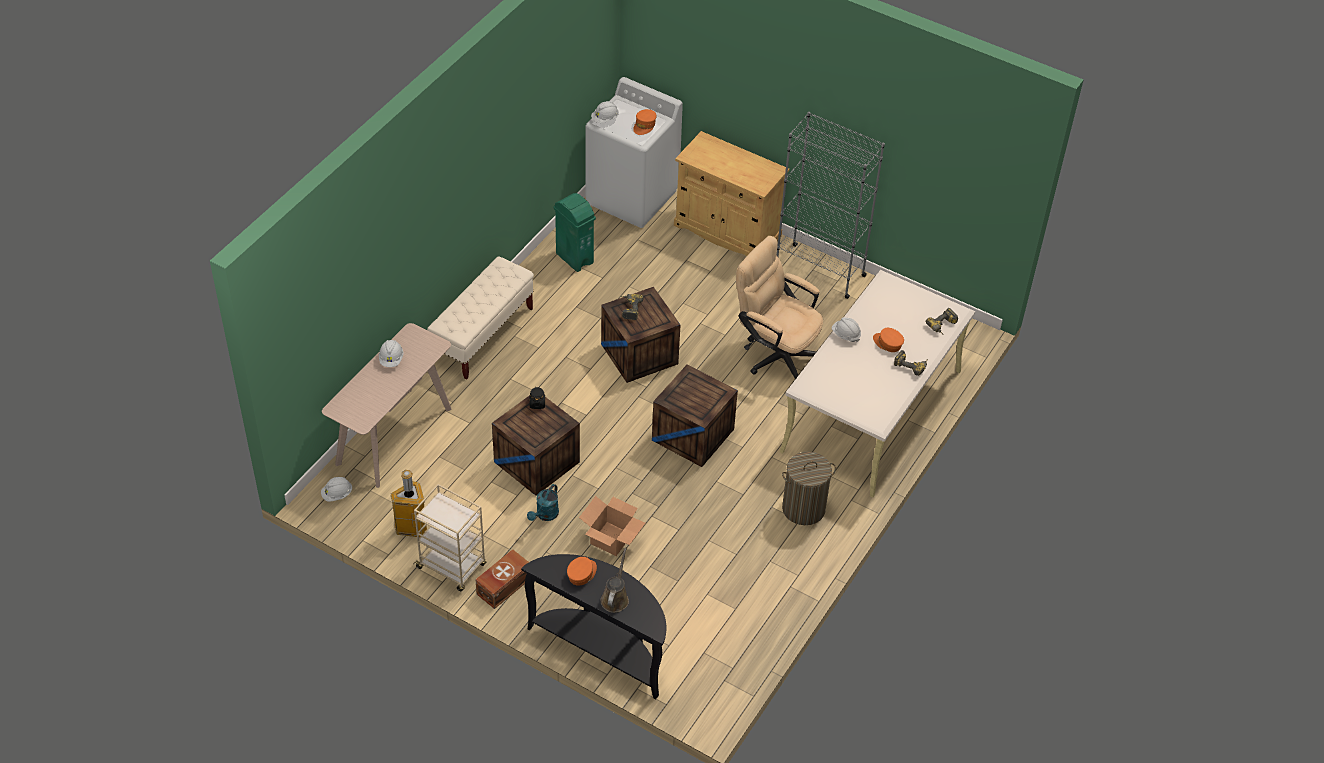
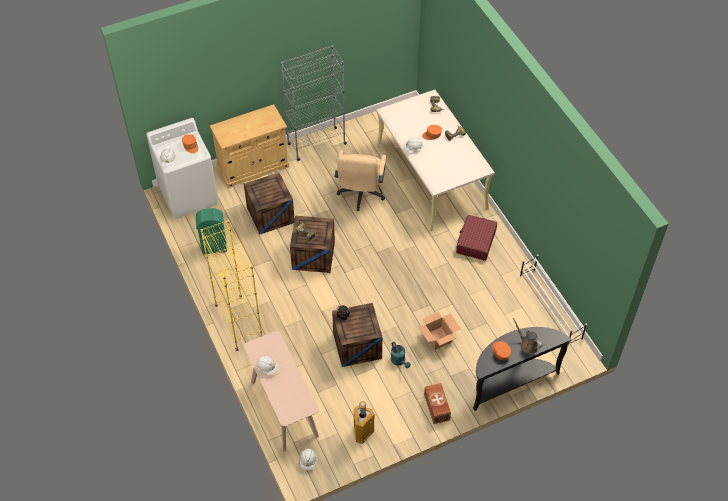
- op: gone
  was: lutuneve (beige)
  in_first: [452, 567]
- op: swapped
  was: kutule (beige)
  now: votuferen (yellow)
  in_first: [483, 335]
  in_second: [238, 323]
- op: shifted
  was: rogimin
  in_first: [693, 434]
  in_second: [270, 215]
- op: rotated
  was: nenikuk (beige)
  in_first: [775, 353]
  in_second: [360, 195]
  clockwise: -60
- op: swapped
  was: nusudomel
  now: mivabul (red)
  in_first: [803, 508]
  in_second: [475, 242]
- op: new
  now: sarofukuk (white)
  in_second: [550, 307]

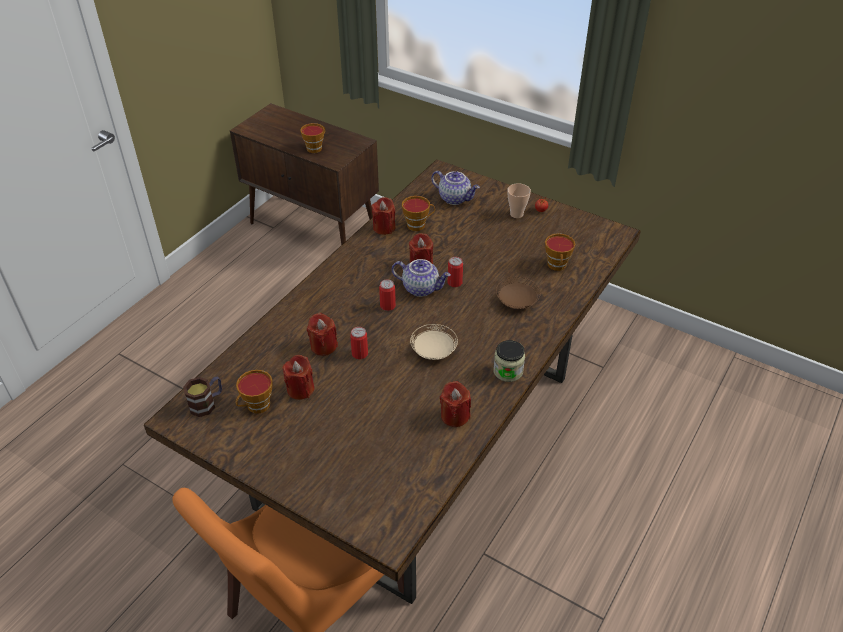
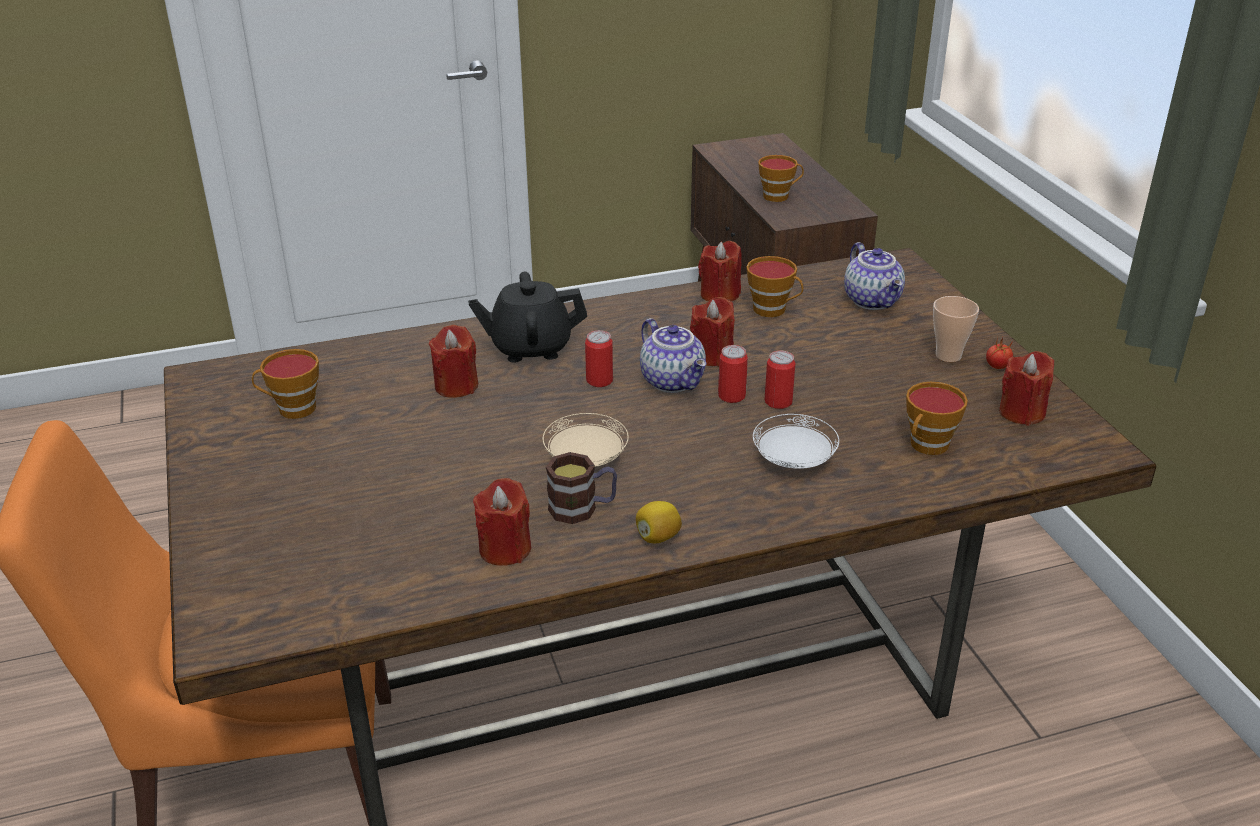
- op: shifted
  was: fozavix
  in_first: [207, 403]
  in_second: [582, 508]
- op: shifted
  was: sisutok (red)
  in_first: [300, 389]
  in_second: [1022, 412]
- op: shifted
  was: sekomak
  in_first: [360, 353]
  in_second: [778, 402]
- op: swapped
  was: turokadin
  now: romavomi
  in_first: [508, 371]
  in_second: [658, 537]
- op: repainted
  was: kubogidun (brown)
  now: kubogidun (white)
  in_first: [516, 302]
  in_second: [793, 461]
- op: new
  now: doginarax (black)
  in_second: [530, 347]

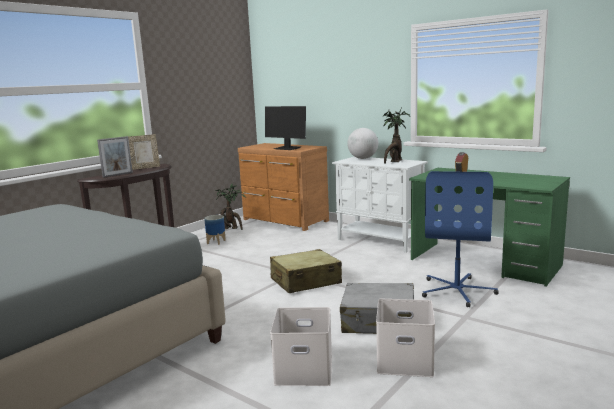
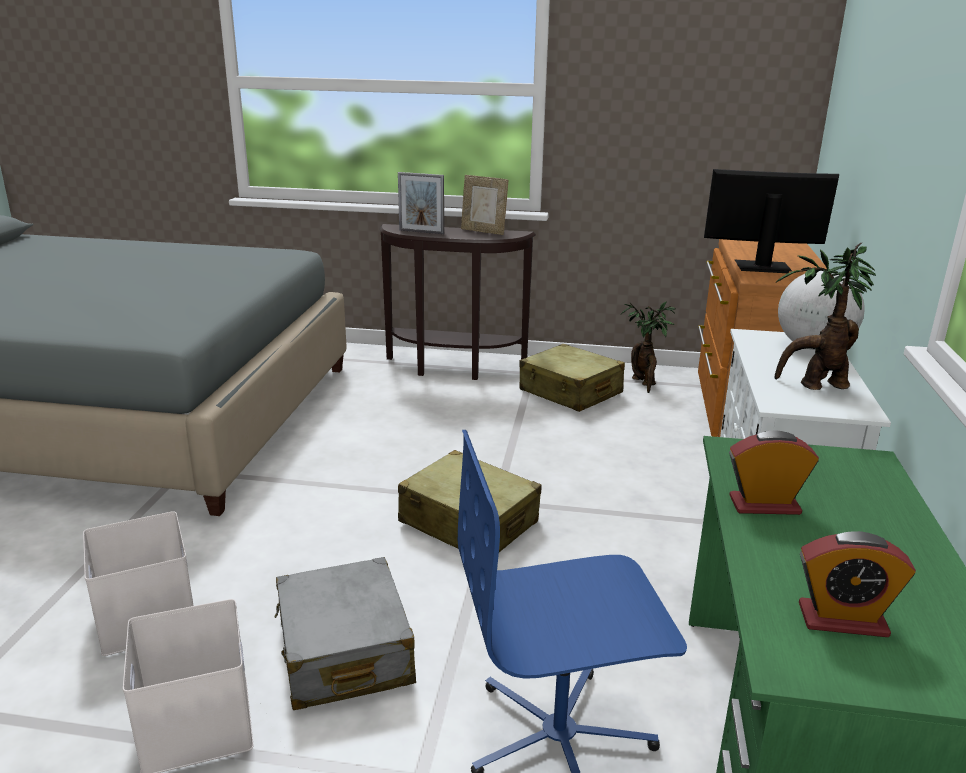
- op: swapped
  was: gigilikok
  now: mivabul (beige)
  in_first: [216, 242]
  in_second: [570, 392]
- op: rotated
  was: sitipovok
  in_first: [287, 148]
  in_second: [761, 267]
  clockwise: 90
- op: new
  now: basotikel
  in_second: [842, 620]

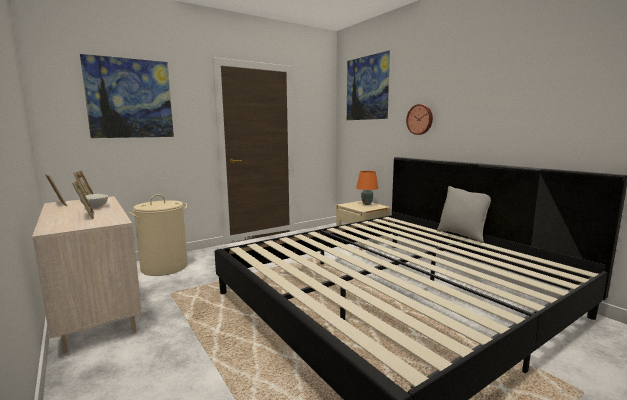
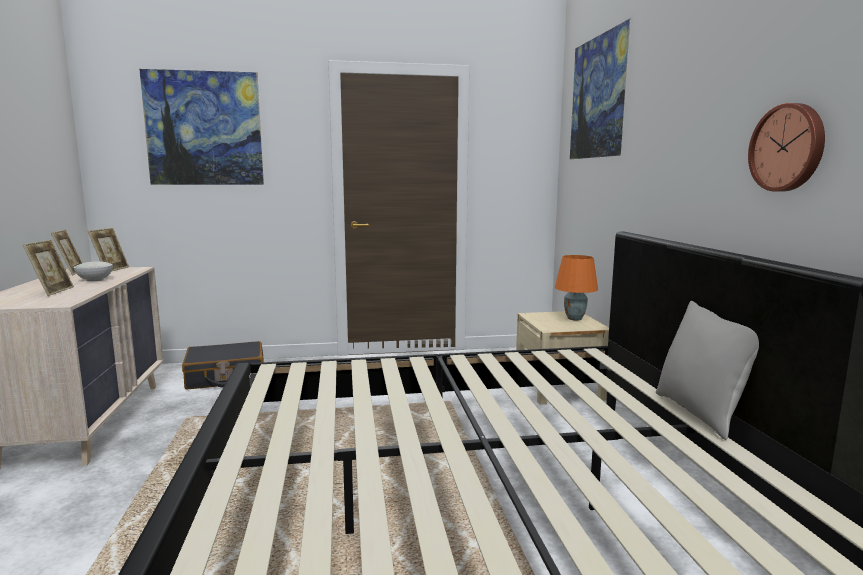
- op: swapped
  was: nusudomel (beige)
  now: mivabul (black)
  in_first: [164, 267]
  in_second: [226, 377]
- op: shifted
  was: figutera
  in_first: [420, 119]
  in_second: [788, 148]

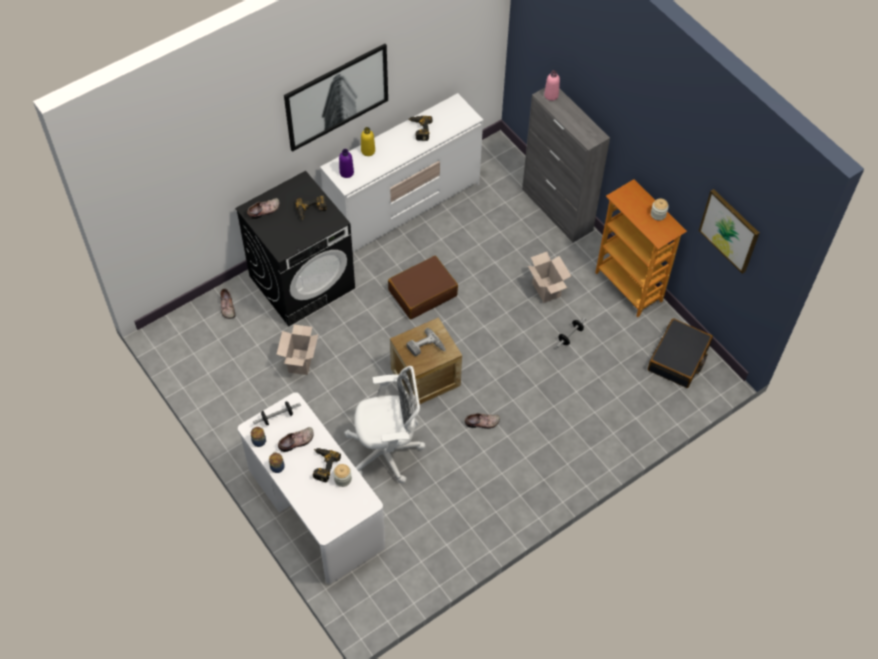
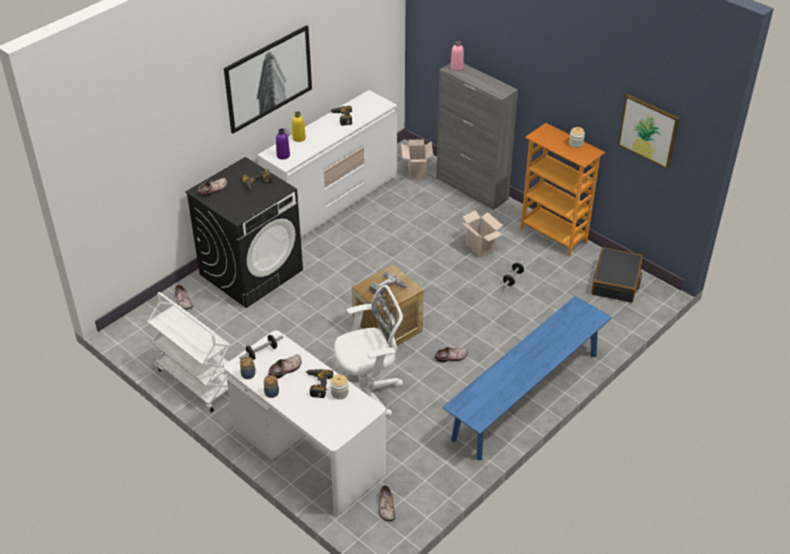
- op: shifted
  was: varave
  in_first: [300, 361]
  in_second: [416, 172]
- op: gone
  was: mivabul (brown)
  in_first: [422, 292]
- op: new
  now: lutuneve (white)
  in_second: [196, 381]
- op: new
  now: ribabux
  in_second: [385, 507]
- op: new
  now: kutule (blue)
  in_second: [526, 396]

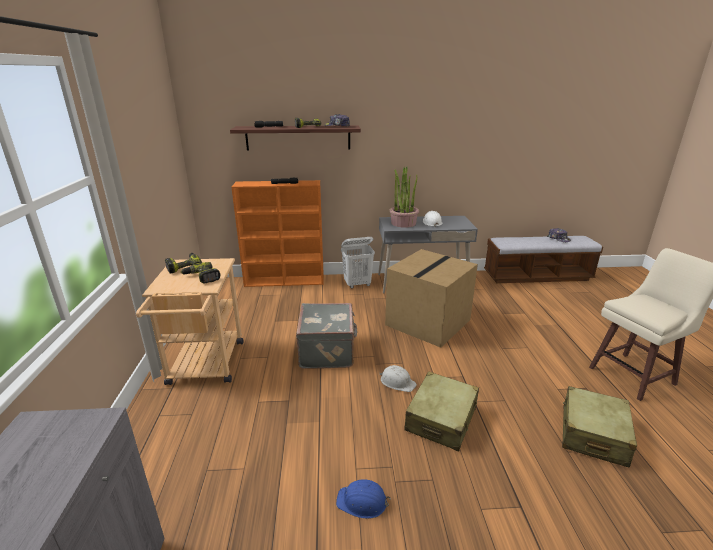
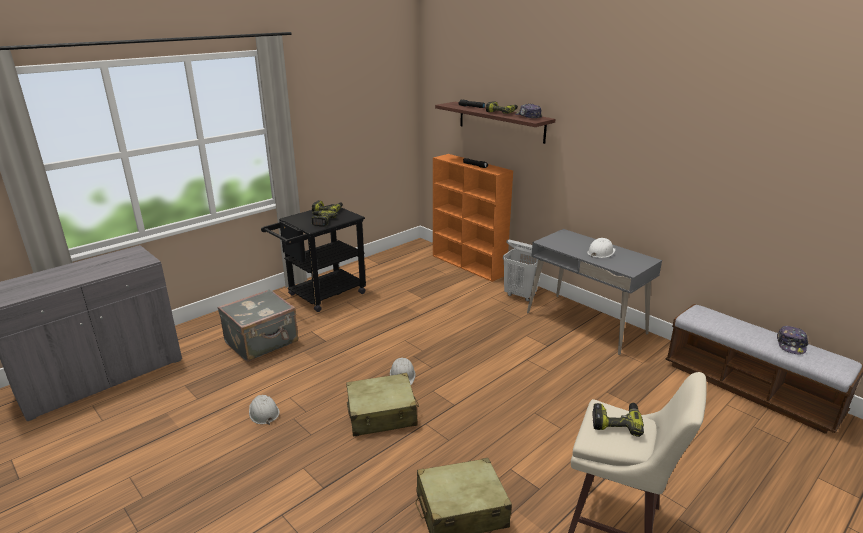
- op: repainted
  was: lutuneve (beige)
  now: lutuneve (black)
  in_first: [205, 367]
  in_second: [321, 296]
- op: shifted
  was: mivabul (grey)
  in_first: [328, 351]
  in_second: [262, 342]
- op: repainted
  was: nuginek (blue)
  now: nuginek (white)
  in_first: [362, 502]
  in_second: [263, 412]
- op: gone
  was: varave
  in_first: [427, 321]
- op: gone
  was: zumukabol
  in_first: [403, 223]
- op: new
  now: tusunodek
  in_second: [616, 422]

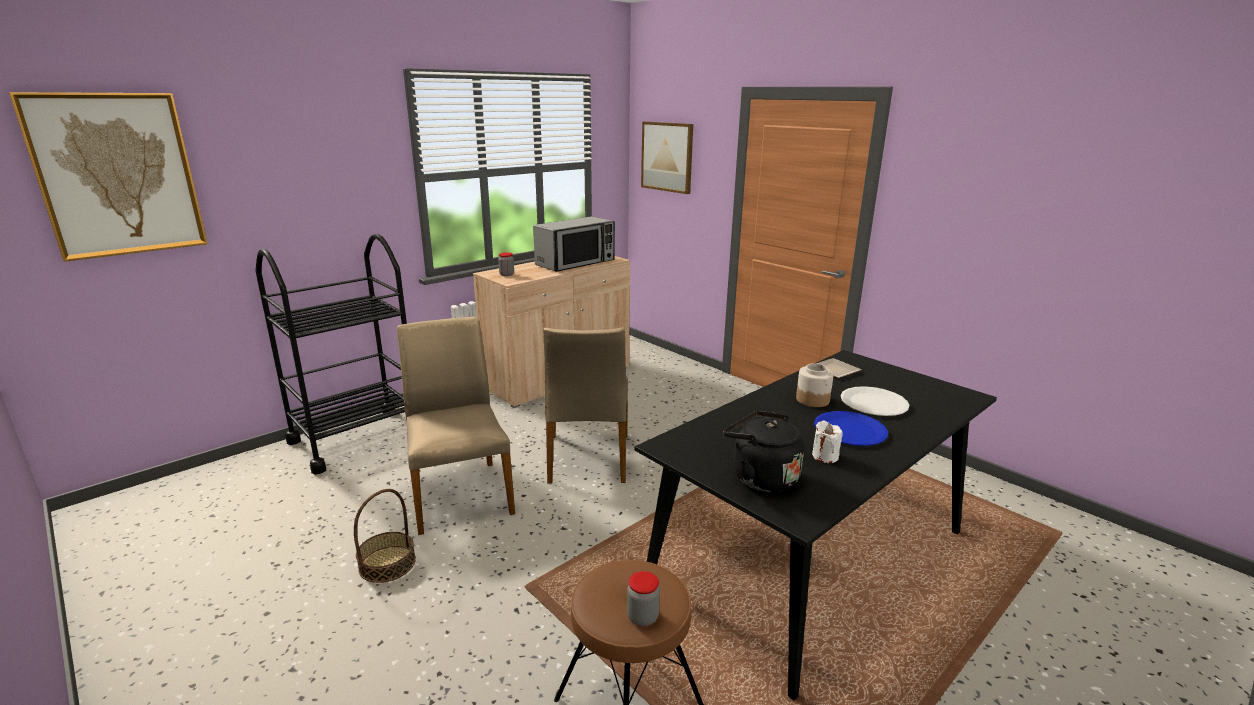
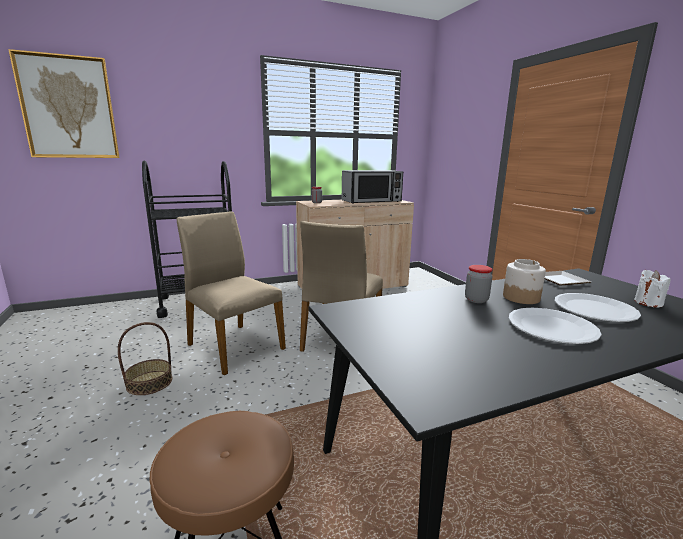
- op: rotated
  was: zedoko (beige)
  in_first: [460, 494]
  in_second: [234, 346]
  clockwise: -45
- op: shifted
  was: turokadin
  in_first: [642, 617]
  in_second: [476, 300]
- op: gone
  was: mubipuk
  in_first: [667, 157]
- op: gone
  was: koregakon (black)
  in_first: [760, 477]
- op: shifted
  was: sisutok (white)
  in_first: [825, 456]
  in_second: [648, 303]
- op: repainted
  was: kubogidun (blue)
  now: kubogidun (white)
  in_first: [850, 430]
  in_second: [551, 327]

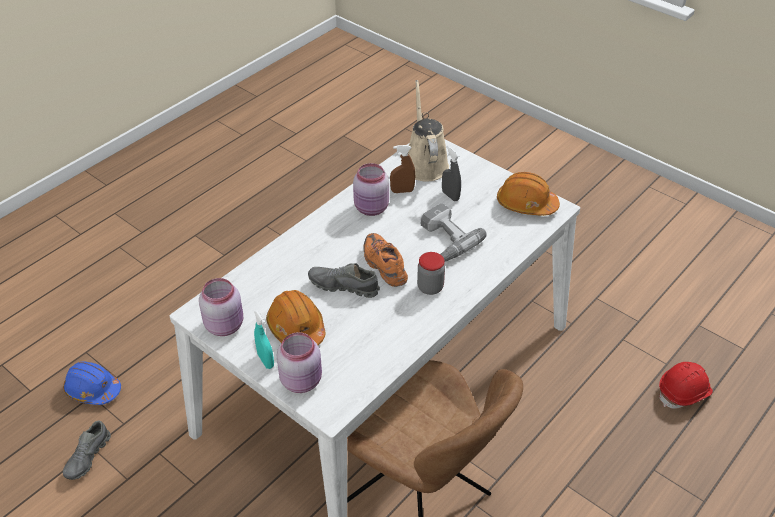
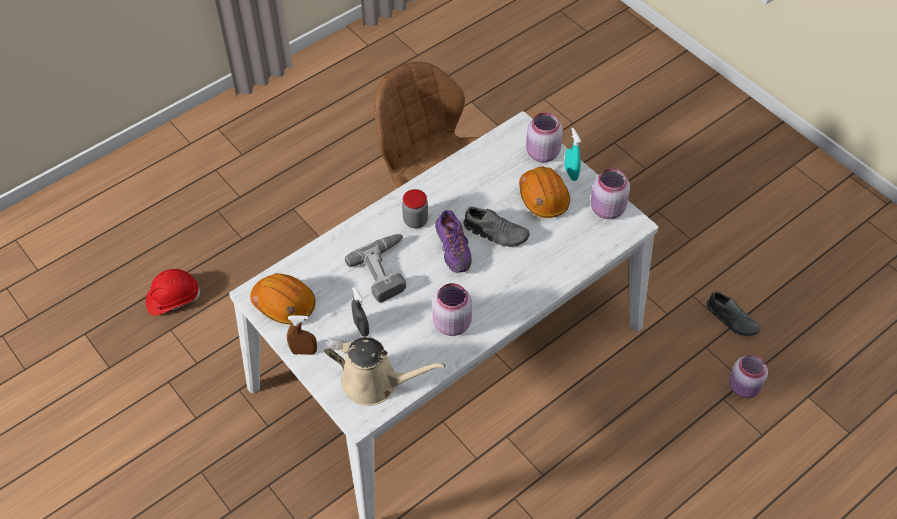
- op: swapped
  was: nuginek (blue)
  now: turokadin (pink)
  in_first: [93, 389]
  in_second: [744, 388]
- op: rotated
  was: ribabux (grey)
  in_first: [88, 457]
  in_second: [731, 319]
  clockwise: 105
- op: repainted
  was: ribabux (orange)
  now: ribabux (purple)
  in_first: [384, 266]
  in_second: [453, 249]
- op: shifted
  was: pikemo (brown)
  in_first: [402, 191]
  in_second: [304, 351]
- op: rotated
  was: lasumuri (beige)
  in_first: [424, 163]
  in_second: [375, 382]
  clockwise: -75

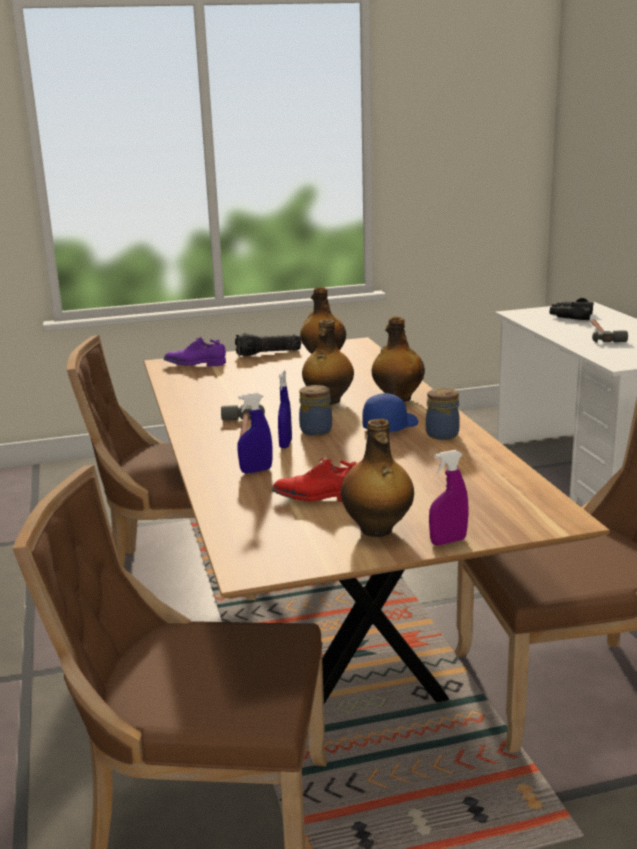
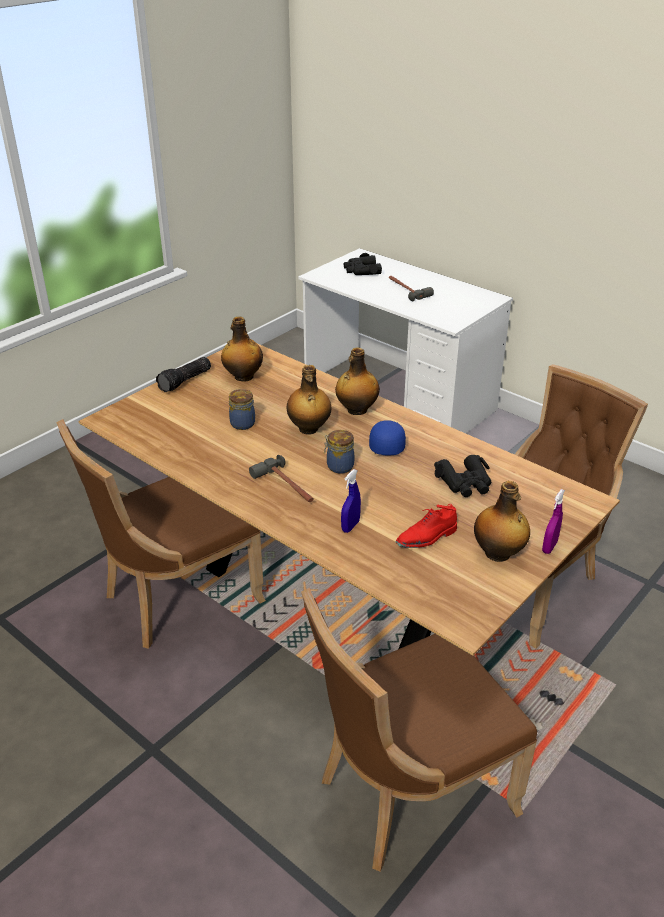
- op: gone
  was: ribabux (purple)
  in_first: [195, 365]
- op: gone
  was: pikemo (blue)
  in_first: [285, 444]
- op: shifted
  was: turokadin
  in_first: [442, 434]
  in_second: [242, 423]
- op: new
  now: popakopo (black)
  in_second: [465, 483]

